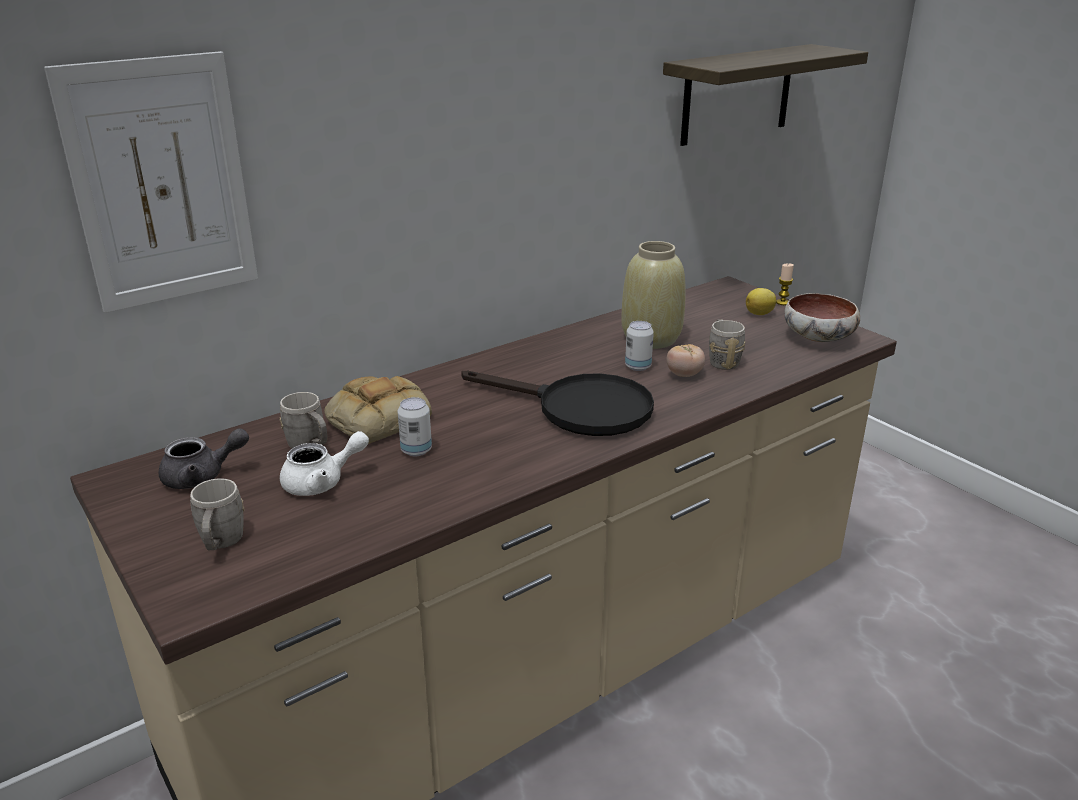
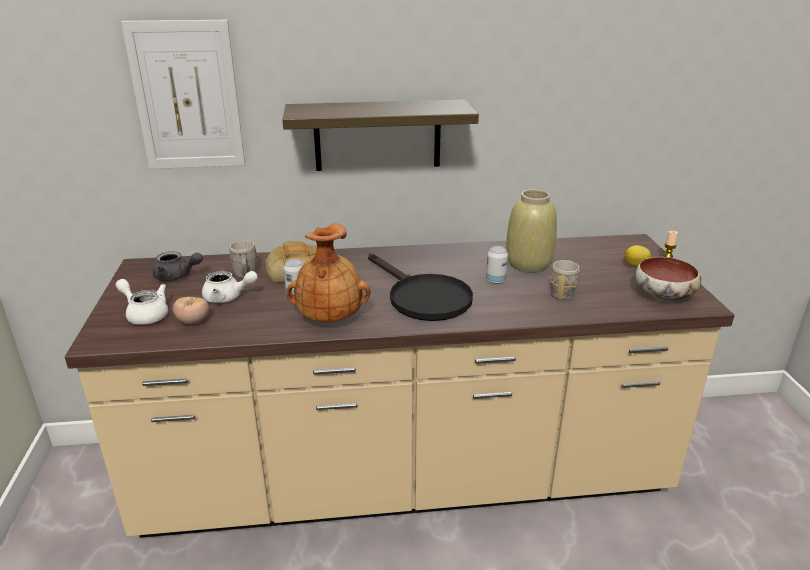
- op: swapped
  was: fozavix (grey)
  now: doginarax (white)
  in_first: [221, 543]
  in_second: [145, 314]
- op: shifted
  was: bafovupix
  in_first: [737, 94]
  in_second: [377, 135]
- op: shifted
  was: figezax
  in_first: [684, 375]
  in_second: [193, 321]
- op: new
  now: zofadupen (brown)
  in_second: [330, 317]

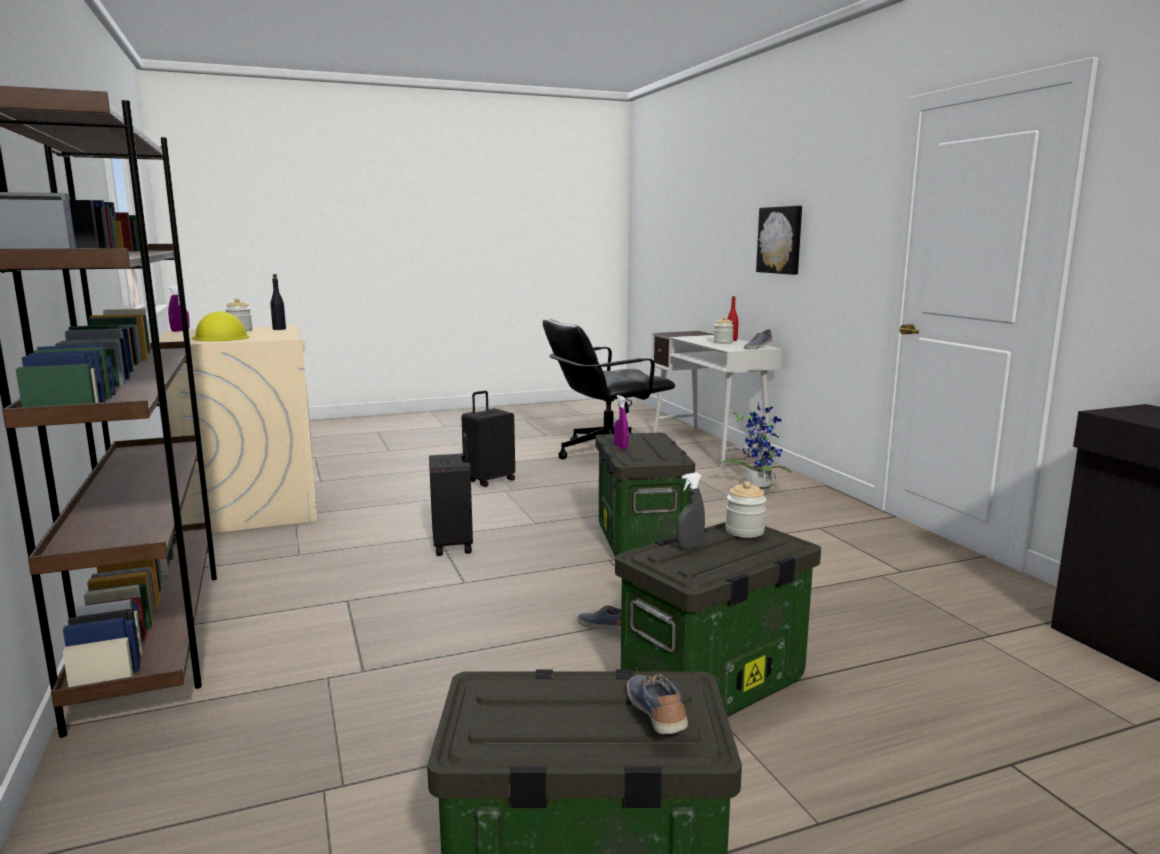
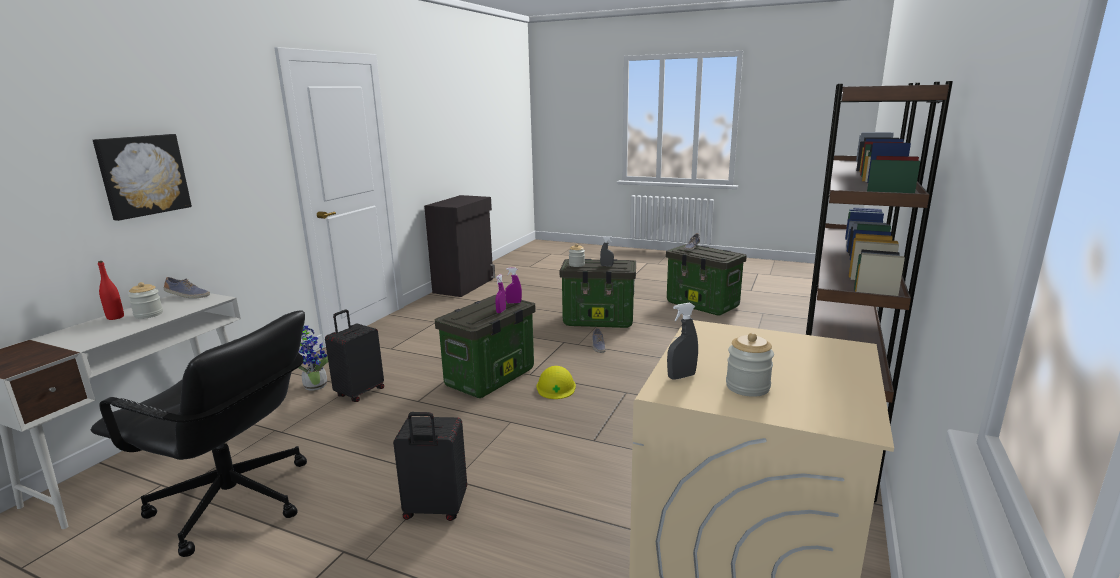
- op: shifted
  was: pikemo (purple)
  in_first: [180, 331]
  in_second: [514, 303]
- op: shifted
  was: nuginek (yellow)
  in_first: [220, 337]
  in_second: [556, 387]
- op: swapped
  was: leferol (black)
  now: pikemo (grey)
  in_first: [279, 329]
  in_second: [681, 376]
- op: shifted
  was: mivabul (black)
  in_first: [454, 545]
  in_second: [359, 392]

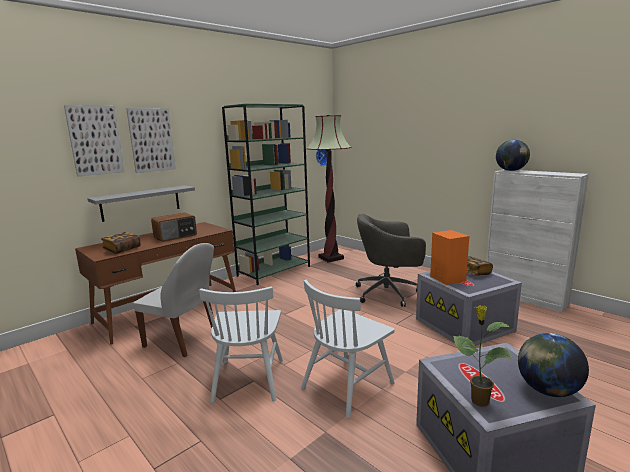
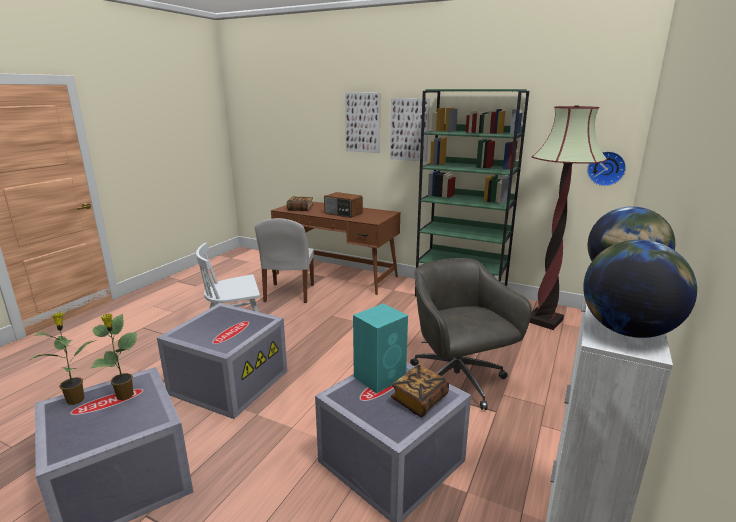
- op: shifted
  was: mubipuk
  in_first: [95, 140]
  in_second: [409, 130]
- op: gone
  was: bafovupix (grey)
  in_first: [141, 203]
- op: swapped
  was: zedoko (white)
  now: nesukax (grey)
  in_first: [347, 385]
  in_second: [229, 381]
- op: repainted
  was: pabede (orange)
  now: pabede (turquoise)
  in_first: [447, 278]
  in_second: [380, 377]
- op: shifted
  was: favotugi
  in_first: [547, 390]
  in_second: [627, 331]
- op: new
  now: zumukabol
  in_second: [125, 396]

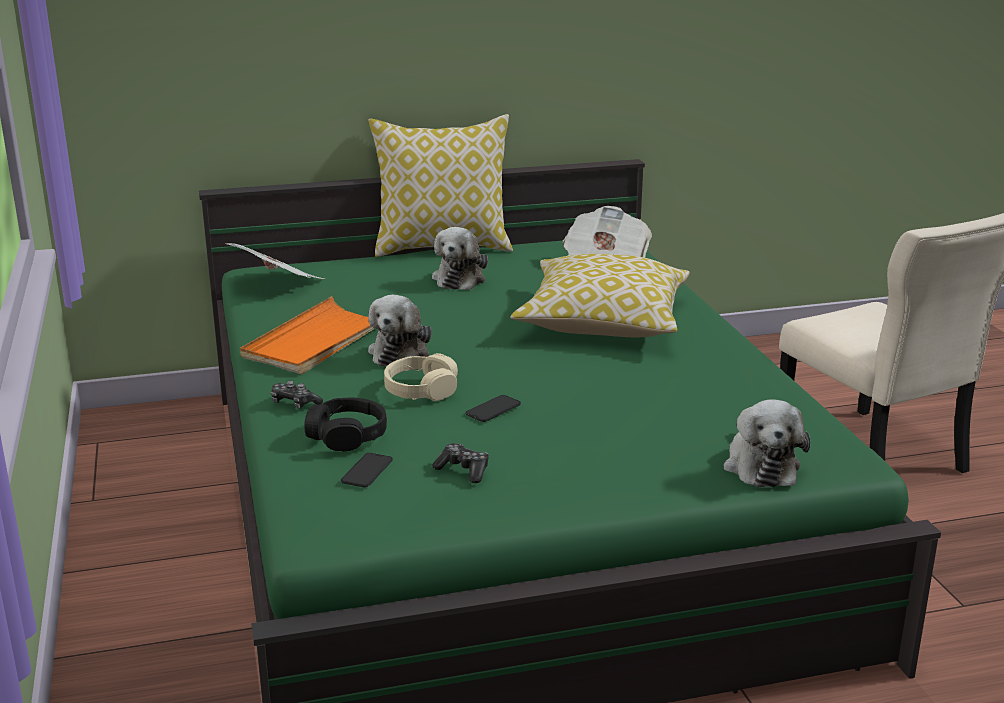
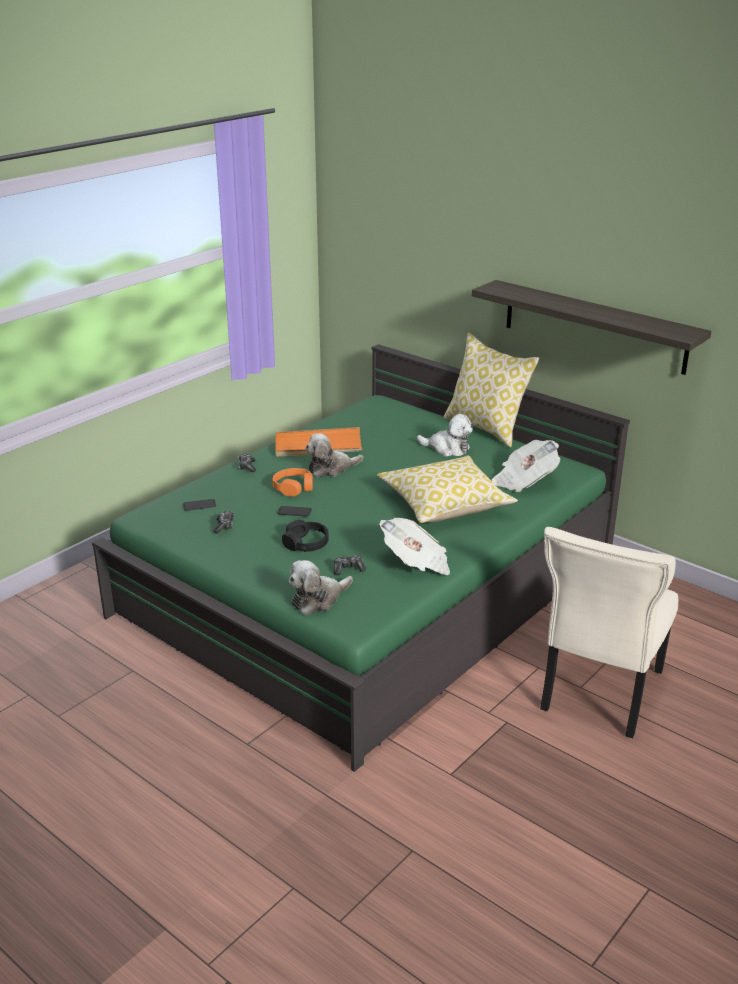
- op: shifted
  was: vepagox
  in_first: [277, 285]
  in_second: [416, 563]
- op: shifted
  was: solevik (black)
  in_first: [347, 435]
  in_second: [306, 543]
- op: repainted
  was: solevik (beige)
  now: solevik (orange)
  in_first: [421, 390]
  in_second: [293, 488]
- op: rotated
  was: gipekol
  in_first: [460, 278]
  in_second: [447, 448]
  clockwise: -135
- op: new
  now: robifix
  in_second: [348, 569]
- op: new
  now: bafovupix
  in_second: [594, 326]

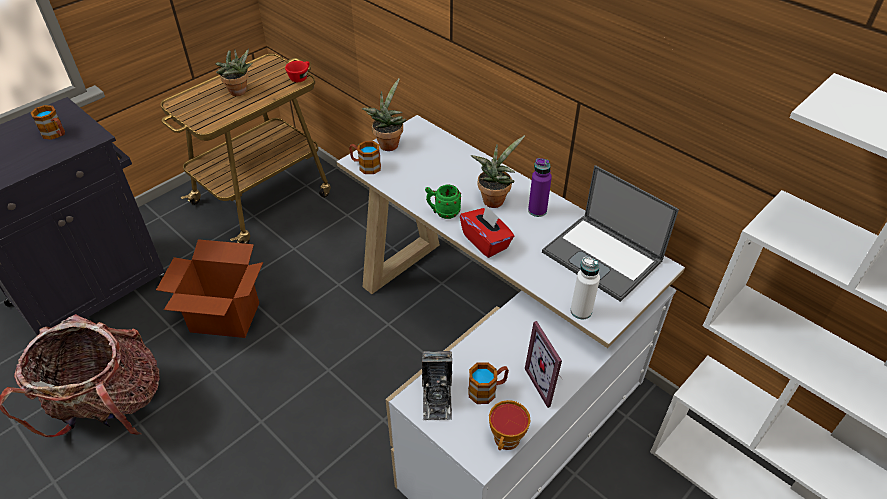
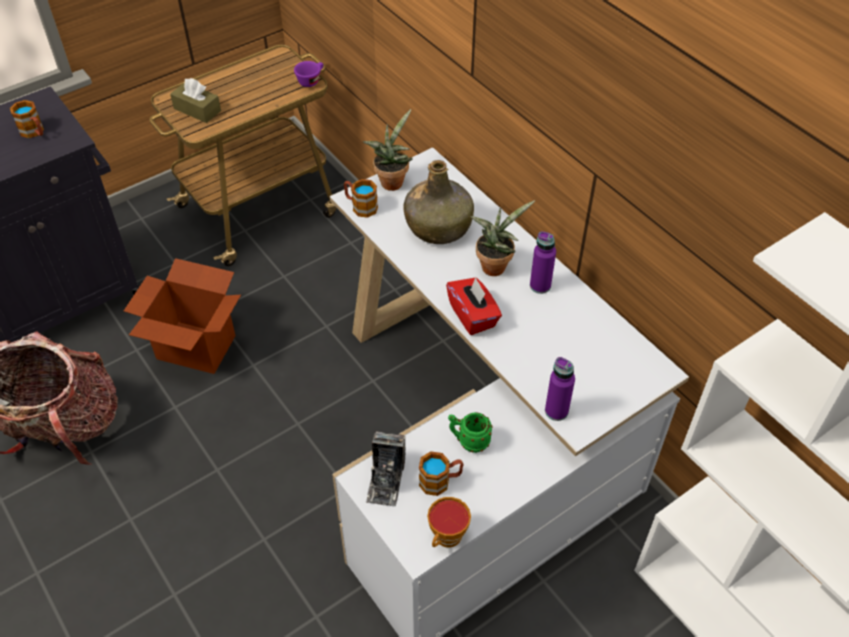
- op: gone
  was: zumukabol
  in_first: [239, 93]
- op: repainted
  was: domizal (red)
  now: domizal (purple)
  in_first: [300, 77]
  in_second: [311, 80]
- op: shifted
  was: fozavix (green)
  in_first: [443, 212]
  in_second: [469, 441]
- op: gone
  was: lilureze
  in_first: [548, 383]
- op: gone
  was: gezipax
  in_first: [603, 257]
- op: repainted
  was: leferol (white)
  now: leferol (purple)
  in_first: [581, 311]
  in_second: [556, 411]
- op: new
  now: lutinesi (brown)
  in_second: [197, 110]
- op: new
  now: leferol (green)
  in_second: [438, 227]

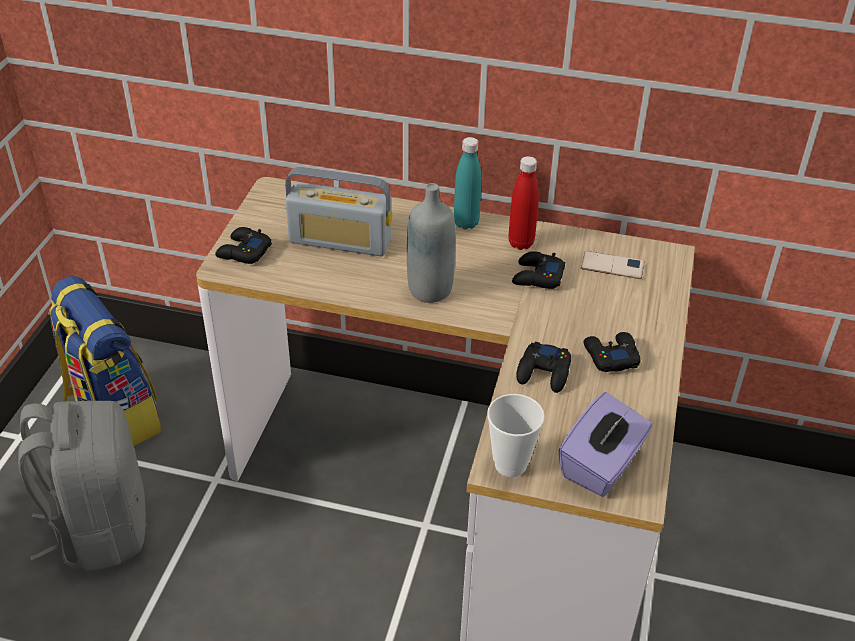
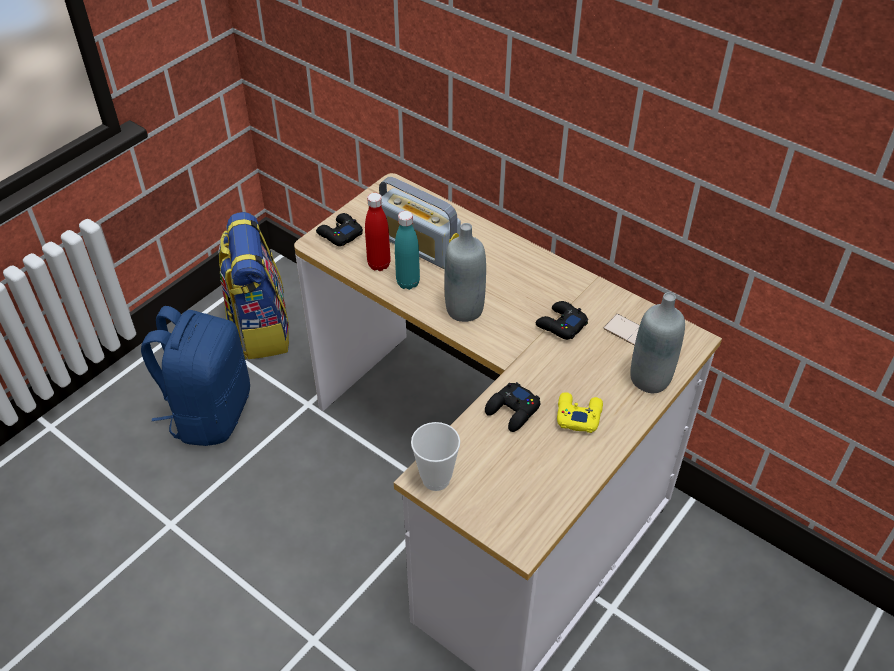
- op: repainted
  was: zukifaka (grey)
  now: zukifaka (blue)
  in_first: [100, 527]
  in_second: [210, 413]
- op: shifted
  was: leferol (turquoise)
  in_first: [466, 223]
  in_second: [408, 283]
- op: shifted
  was: leferol (red)
  in_first: [521, 243]
  in_second: [379, 264]
- op: gone
  was: lutinesi (purple)
  in_first: [601, 465]
- op: repainted
  was: robifix (black)
  now: robifix (yellow)
  in_first: [610, 356]
  in_second: [578, 415]
- op: new
  now: leferol (grey)
  in_second: [650, 379]

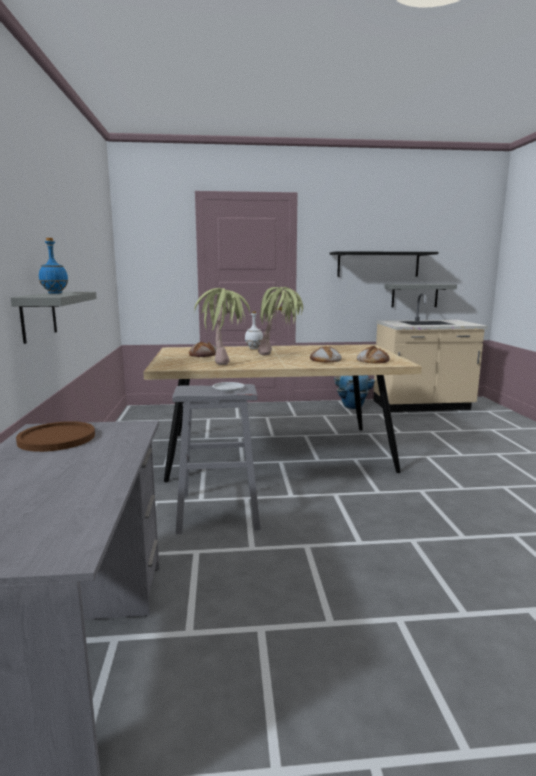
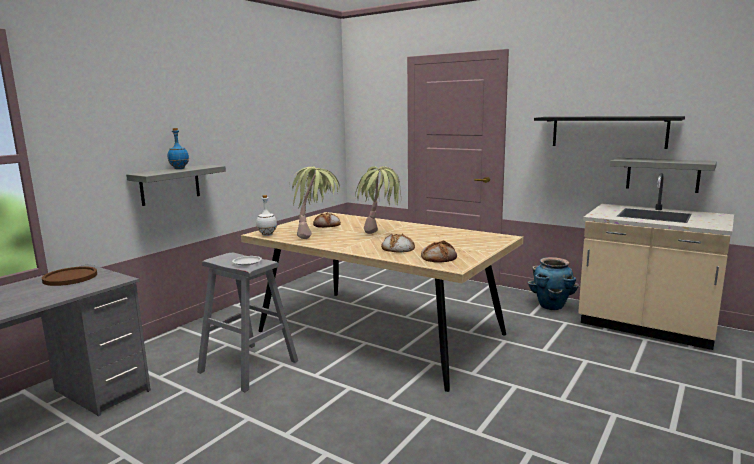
- op: shifted
  was: leferol (white)
  in_first: [254, 348]
  in_second: [267, 235]

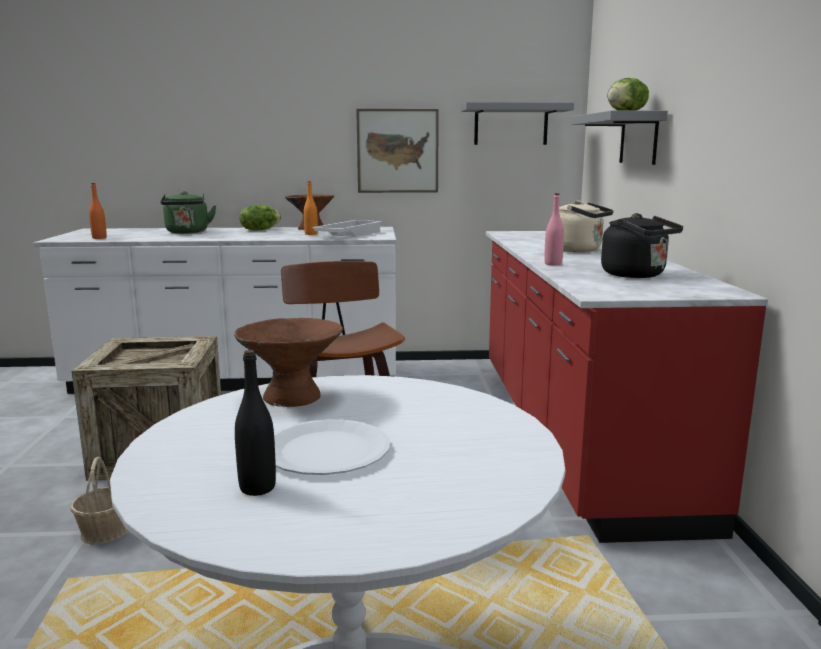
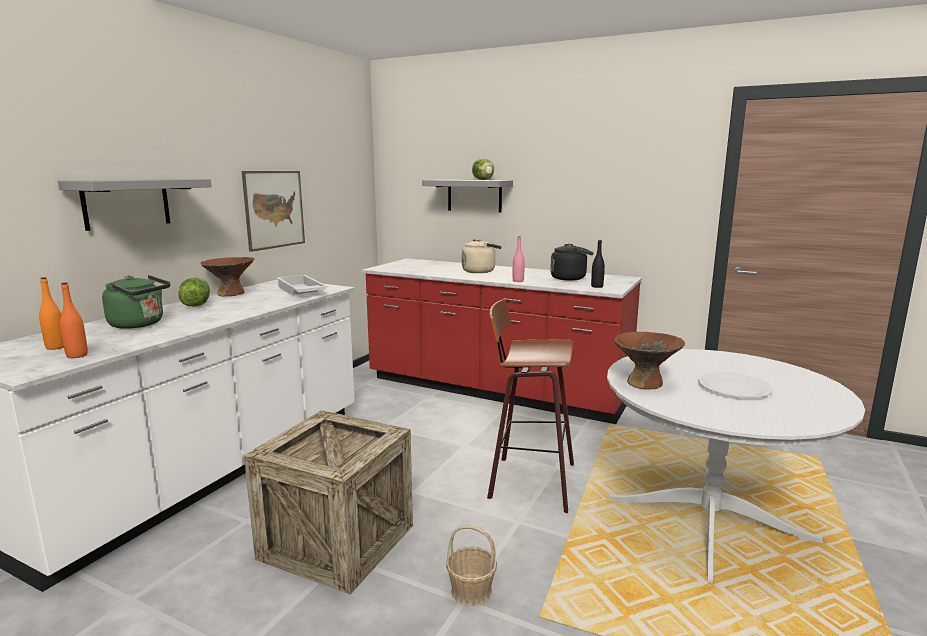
- op: shifted
  was: leferol (black)
  in_first: [257, 488]
  in_second: [597, 286]
- op: shifted
  was: leferol (orange)
  in_first: [311, 234]
  in_second: [56, 347]
- op: shifted
  was: bafovupix (grey)
  in_first: [511, 125]
  in_second: [126, 203]

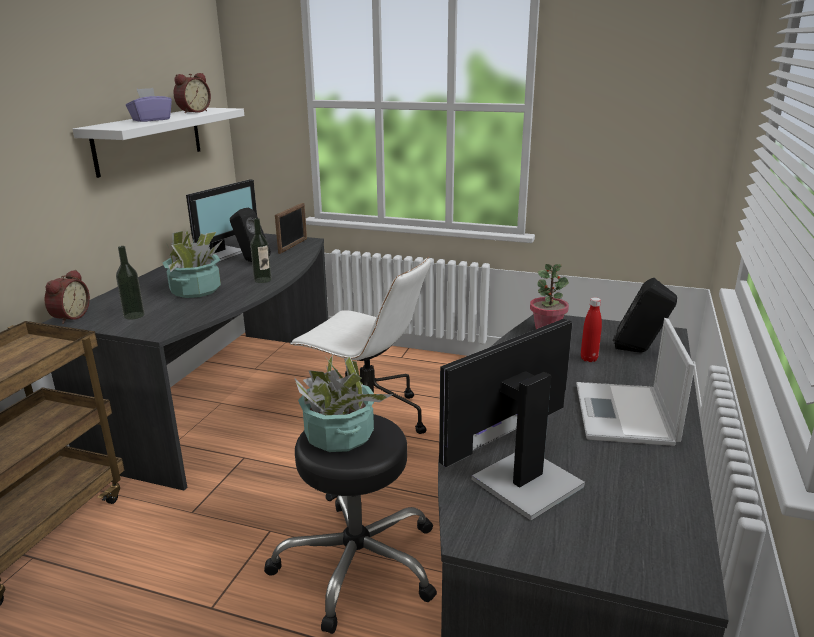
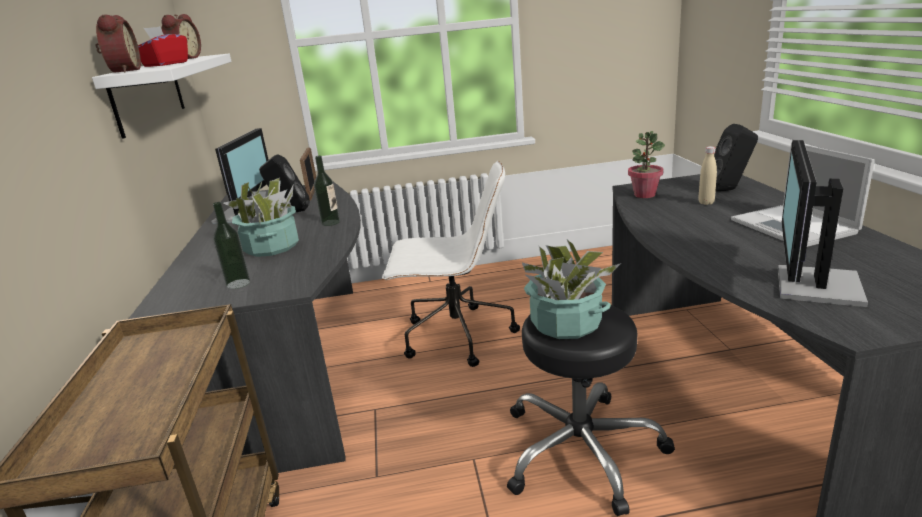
- op: shifted
  was: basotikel
  in_first: [69, 317]
  in_second: [123, 71]
- op: repainted
  was: lutinesi (purple)
  now: lutinesi (red)
  in_first: [151, 120]
  in_second: [165, 64]
- op: repainted
  was: leferol (red)
  now: leferol (beige)
  in_first: [589, 359]
  in_second: [706, 203]

